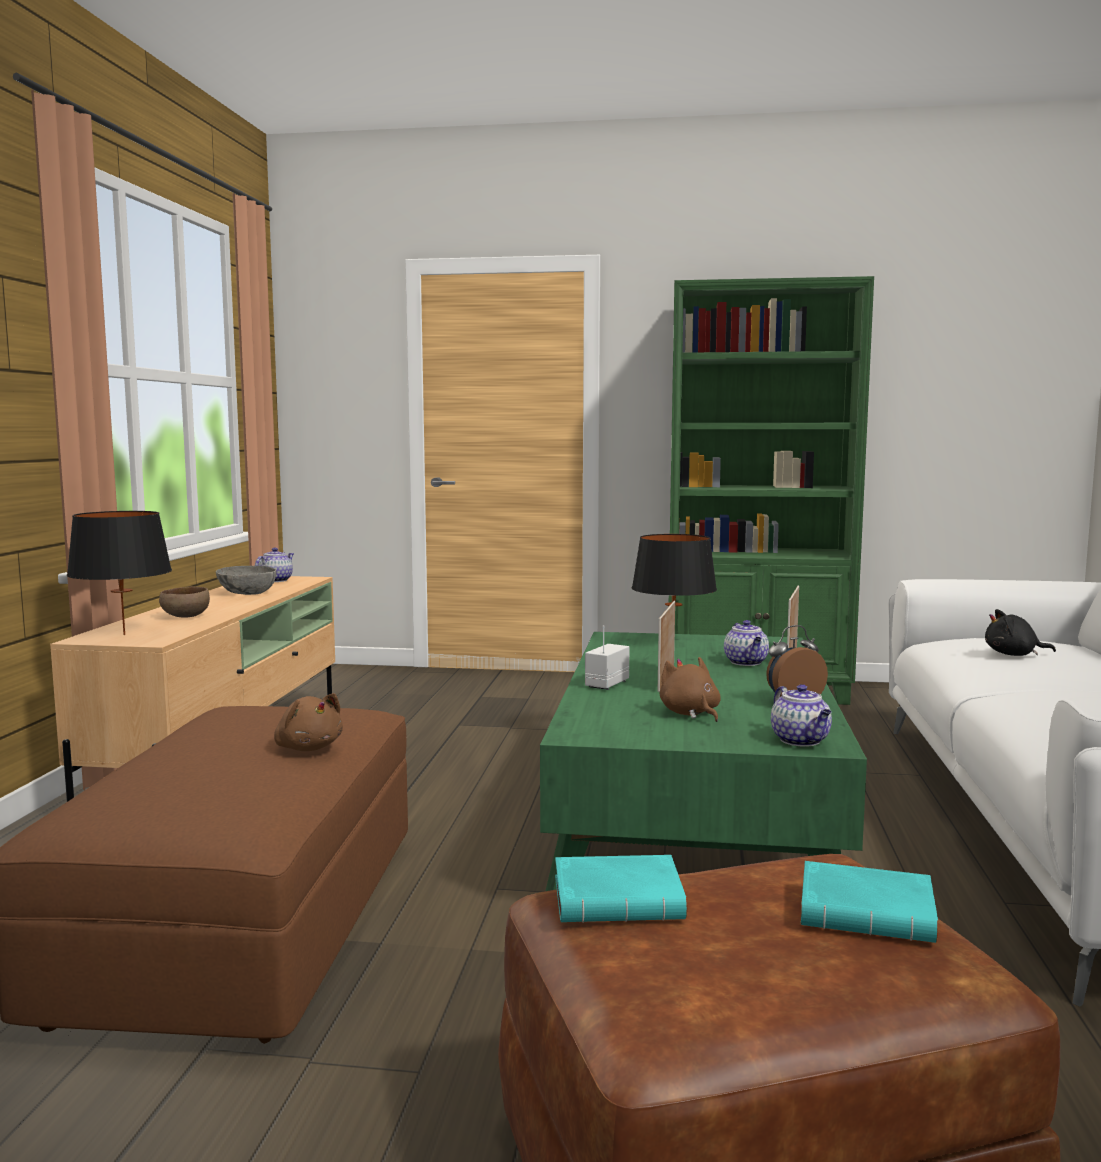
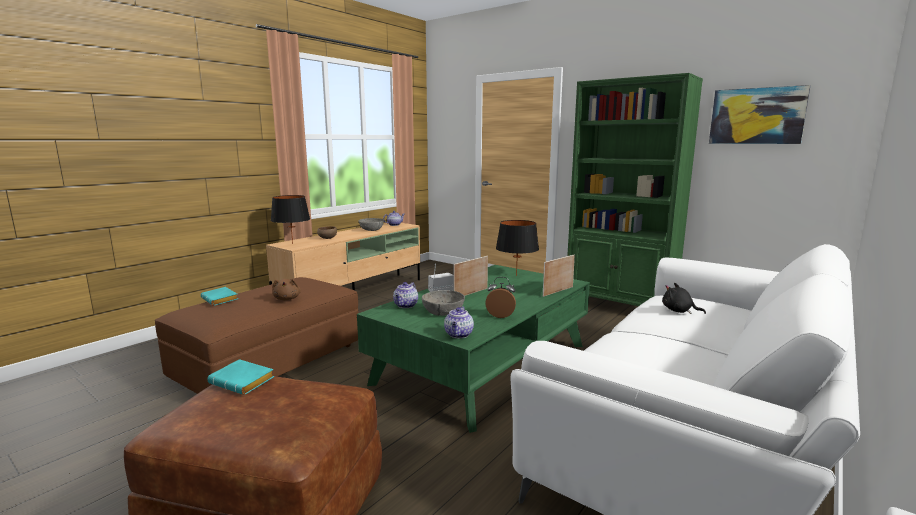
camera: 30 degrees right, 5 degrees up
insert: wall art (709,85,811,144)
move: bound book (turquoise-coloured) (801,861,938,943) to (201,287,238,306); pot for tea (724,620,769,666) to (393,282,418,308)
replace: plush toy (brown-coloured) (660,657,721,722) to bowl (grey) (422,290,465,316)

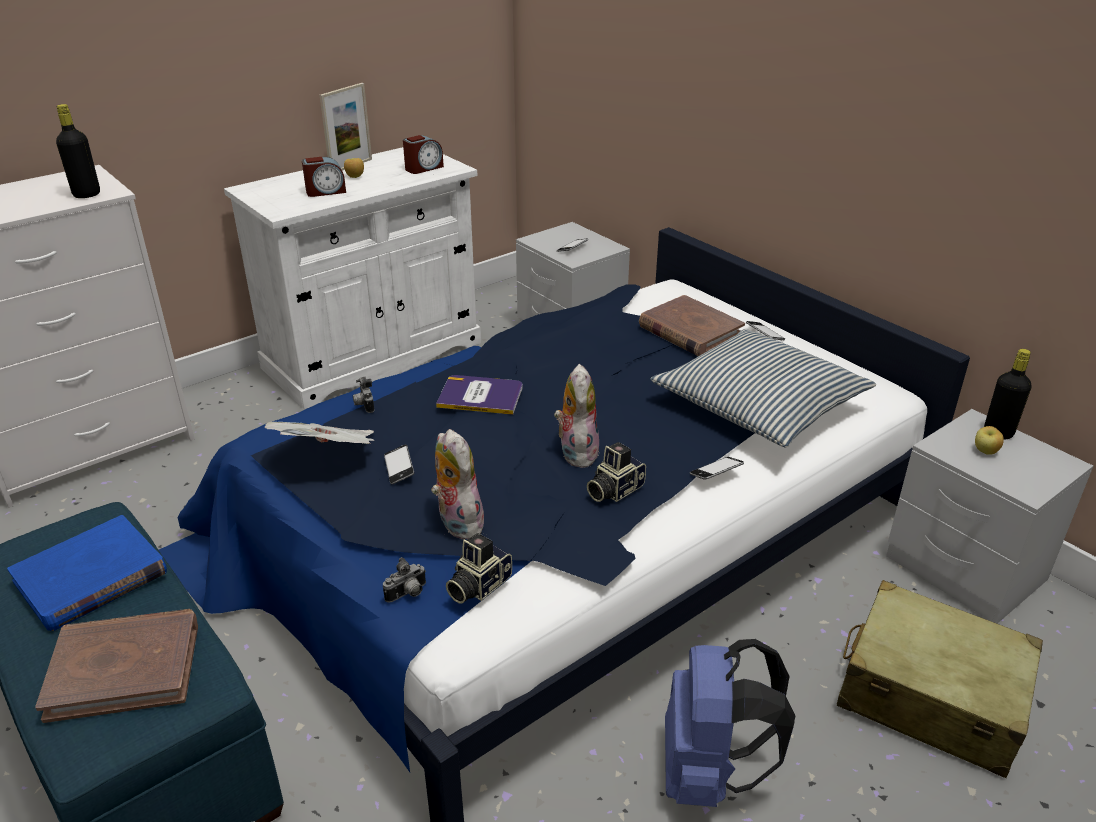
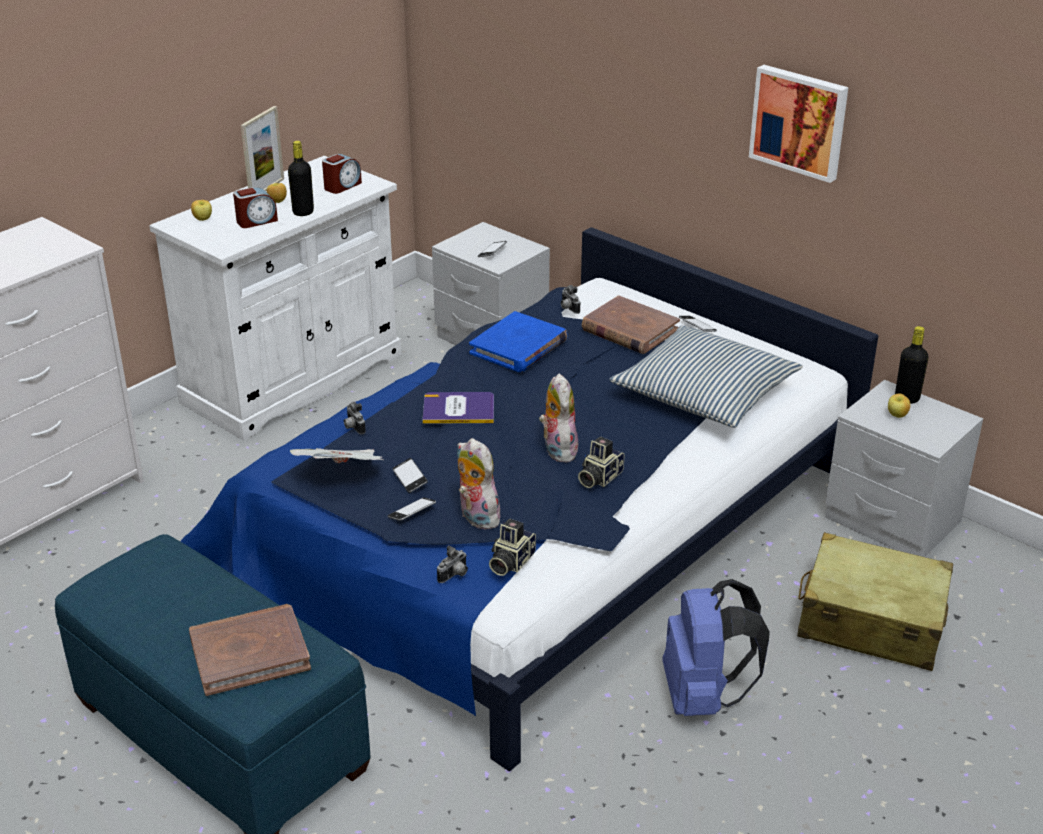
camera: 10 degrees left, 0 degrees up
insert: apple fruit (191,200,212,221); still camera (561,285,580,314); wall art (749,65,848,183)
move: bottle (blackish) (56,104,100,198) to (288,141,314,216); telephone (690,457,744,480) to (388,497,436,521); bound book (bluish) (7,515,167,631) to (469,311,568,372)

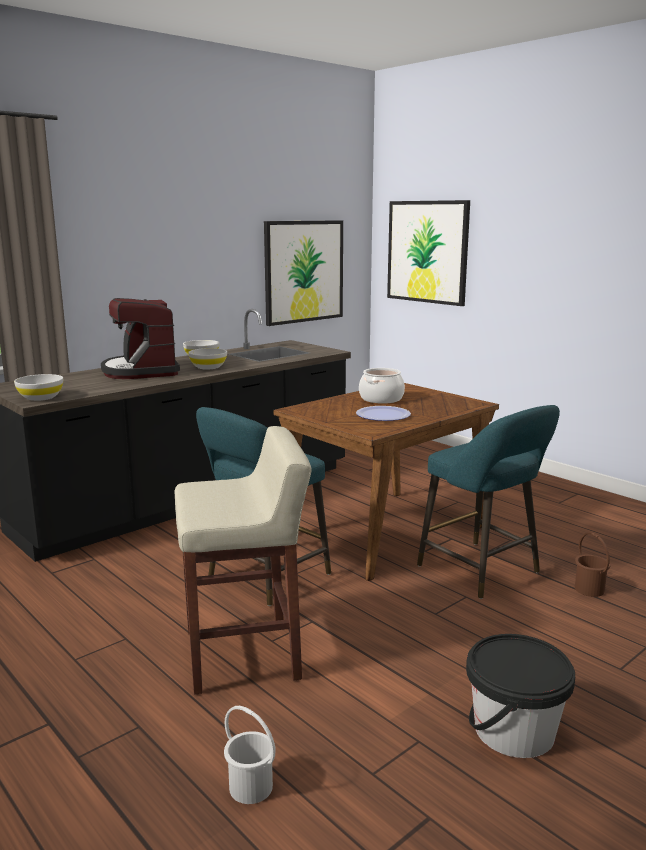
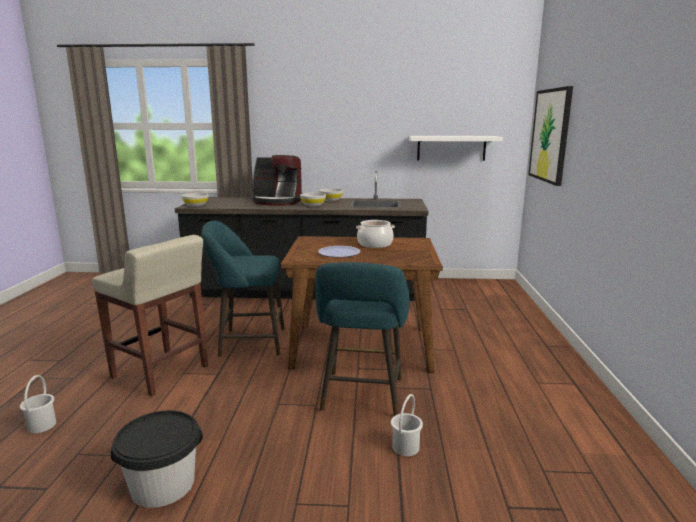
camera: 45 degrees right, 0 degrees up
replace: wall art (264,220,343,326) to bracket shelf (whitish) (409,136,503,161)
recolor: water bucket (brown-coloured) (575,532,610,597) to water bucket (whitish) (391,394,423,456)
rotate: coffee brewer (101,298,180,379) = (252,155,303,206) 105 degrees counterclockwise

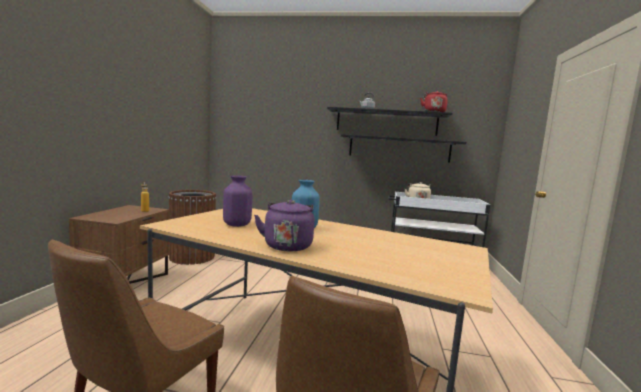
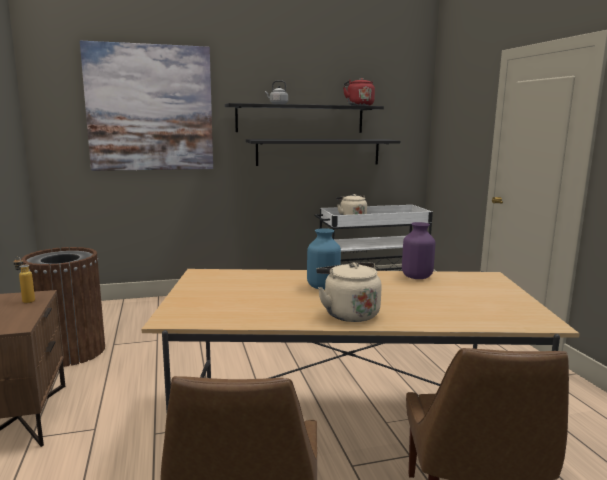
camera: 25 degrees left, 5 degrees up
insert: wall art (80,41,213,171)
move: decorative vase (purplish) (223,176,252,227) to (402,222,435,279)
recolor: tea kettle (purplish) (254,200,314,251) to tea kettle (beige) (316,262,382,322)

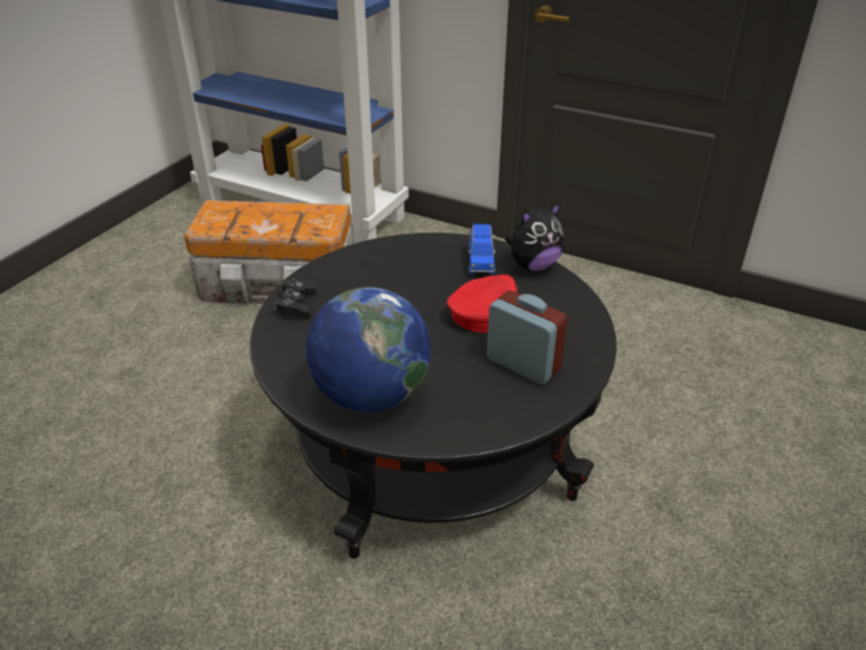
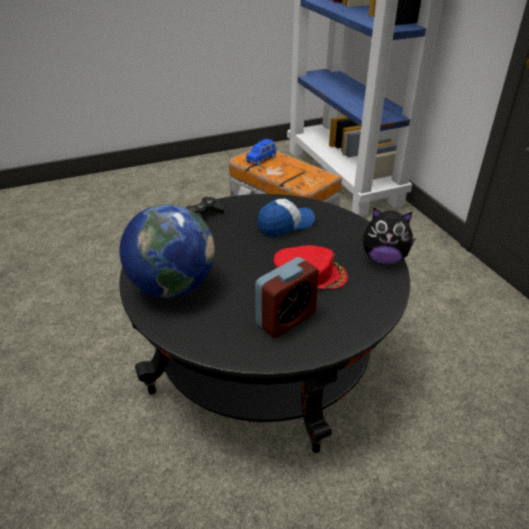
camera: 40 degrees right, 0 degrees up
insert: peaked cap (258,199,315,237)
move: model car (bluish) (469,224,496,275) to (246,138,276,166)
rotate: table clock (487,291,568,385) = (255,257,319,338) 60 degrees clockwise

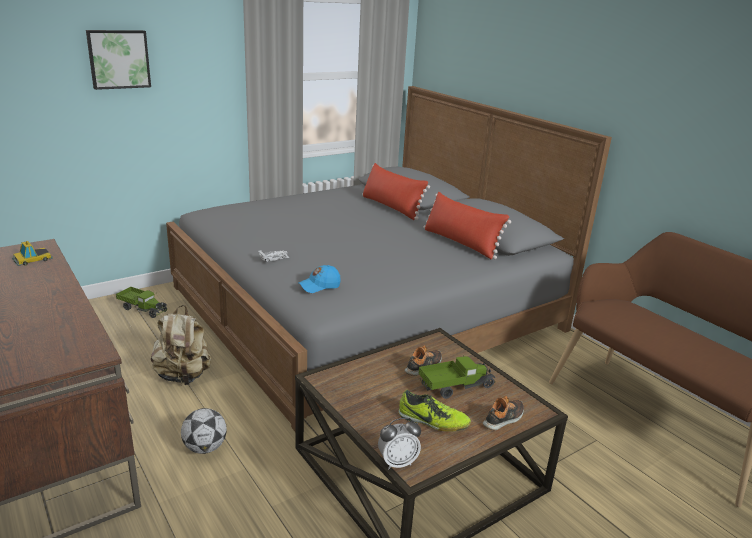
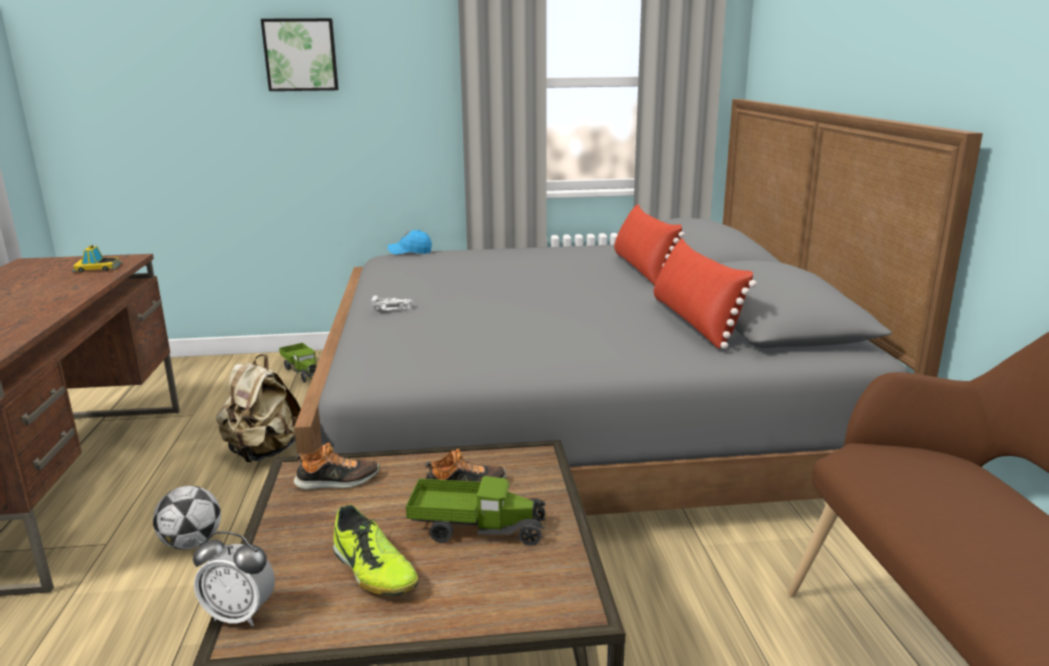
camera: 30 degrees right, 5 degrees down
move: low shoe (482,396,524,430) to (293,443,380,490); peaked cap (bluish) (299,265,341,293) to (388,230,432,255)

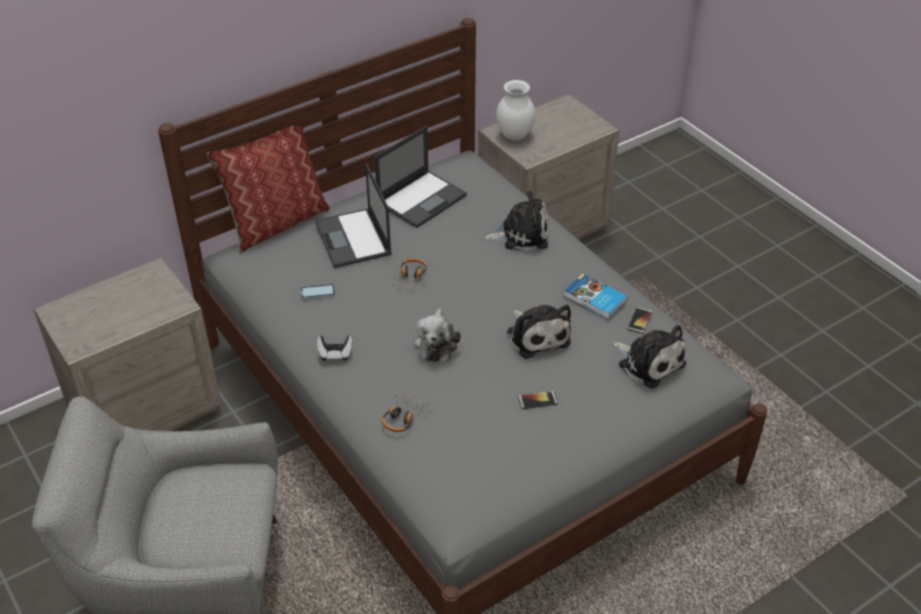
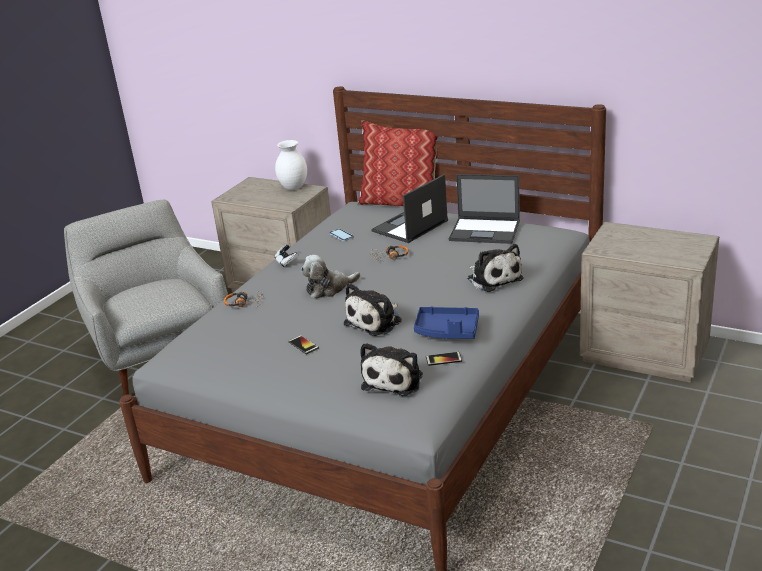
camera: 65 degrees right, 15 degrees down
move: decorative vase (whitish) (496,80,535,141) to (275,140,307,190)
replace: bound book (564,274,628,320) to serving tray (bluish) (414,307,479,339)

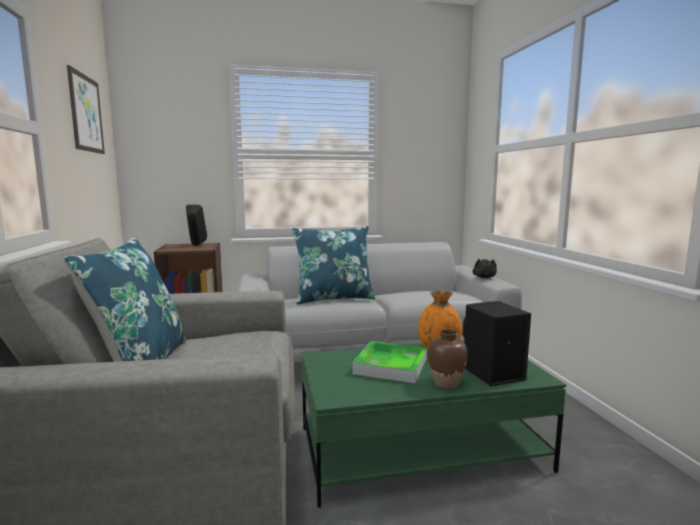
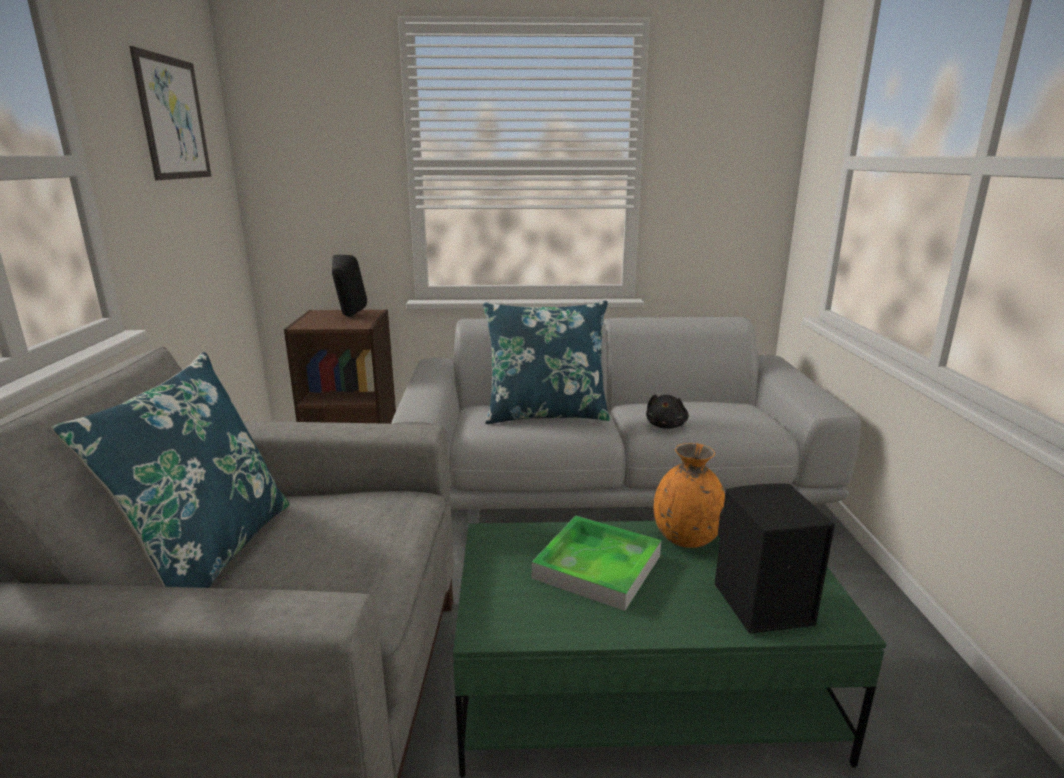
camera: 10 degrees right, 10 degrees up
delete: decorative vase (brown-coloured) (428,329,467,389)
move: plush toy (blackish) (472,259,497,278) to (646,394,689,429)

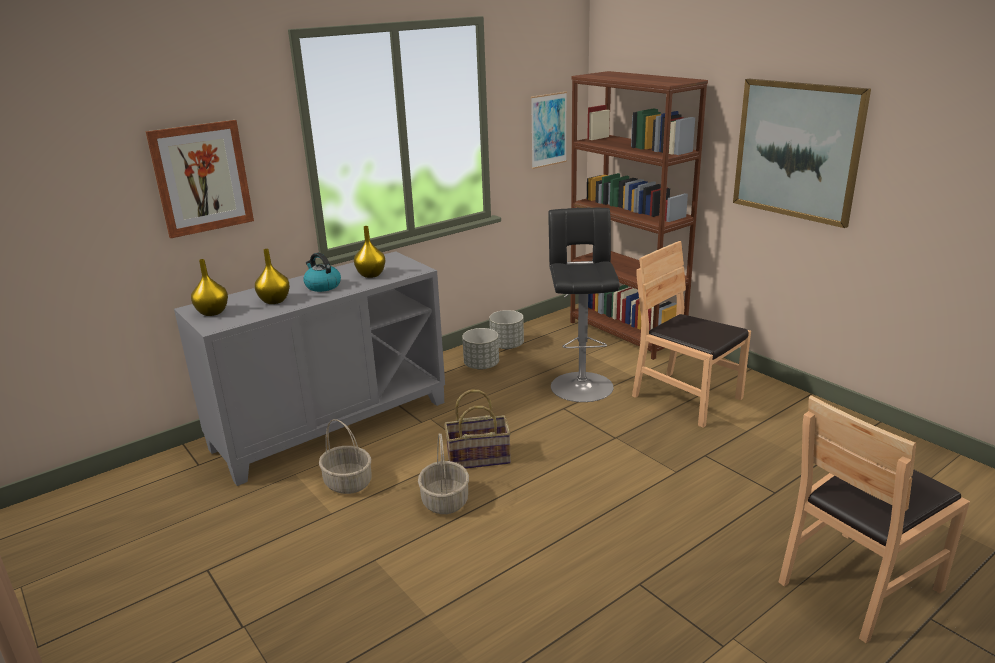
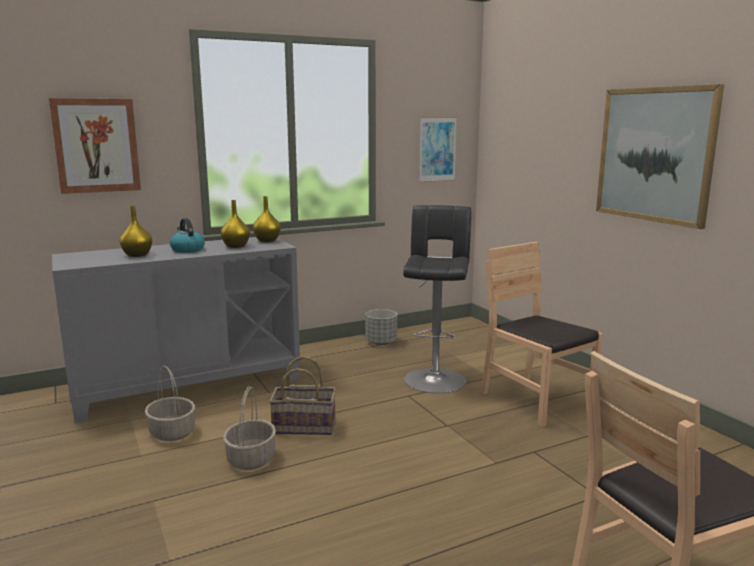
camera: 10 degrees right, 10 degrees down
delete: flower pot (grey) (462,328,499,369); bookshelf (brown-coloured) (570,71,708,360)
move: decorative vase (yellow) (191,259,228,316) to (253,196,281,242)

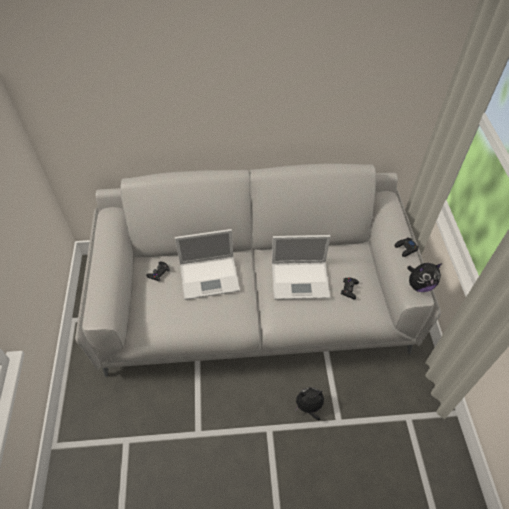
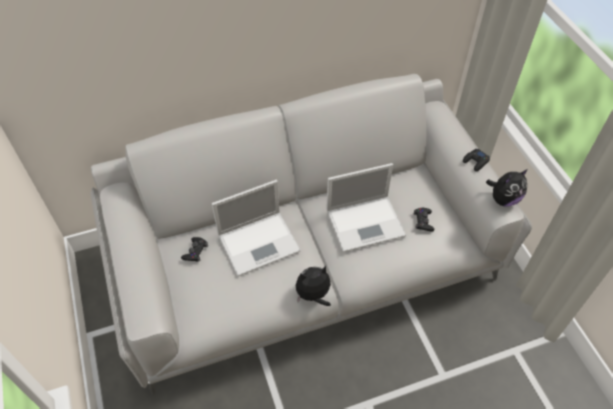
camera: 15 degrees left, 0 degrees up
move: plush toy (295,387,324,421) to (296,266,331,306)

